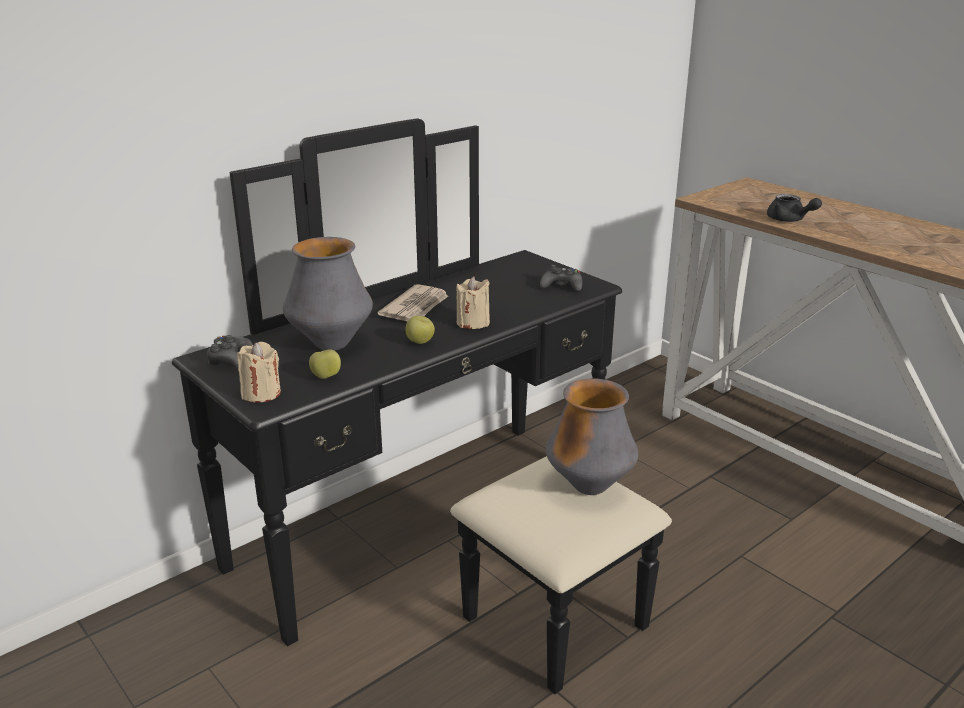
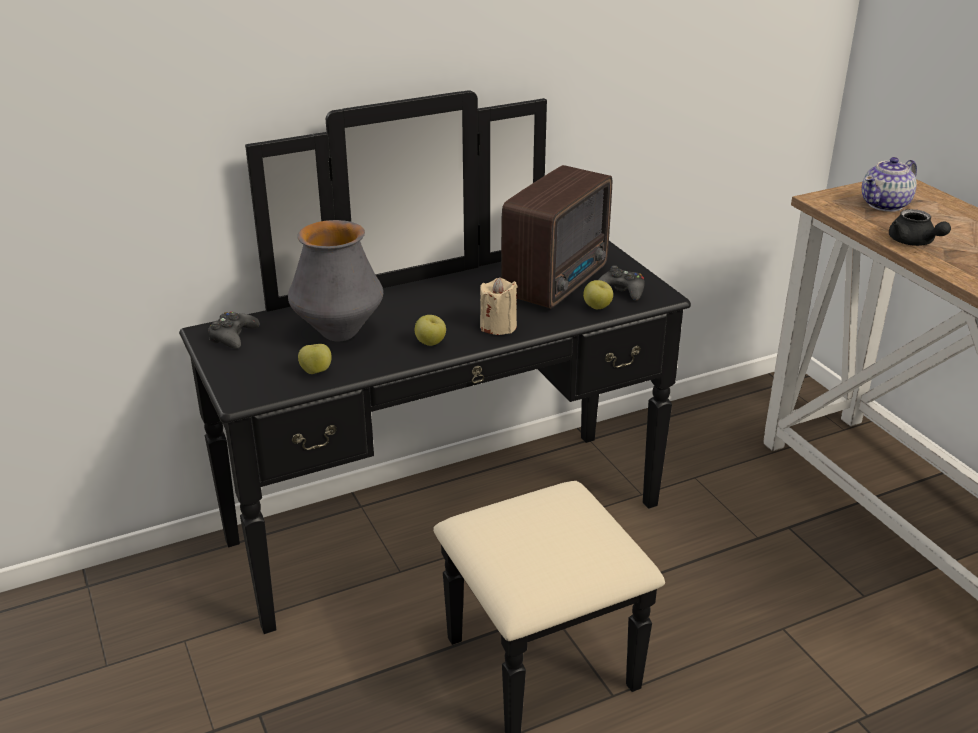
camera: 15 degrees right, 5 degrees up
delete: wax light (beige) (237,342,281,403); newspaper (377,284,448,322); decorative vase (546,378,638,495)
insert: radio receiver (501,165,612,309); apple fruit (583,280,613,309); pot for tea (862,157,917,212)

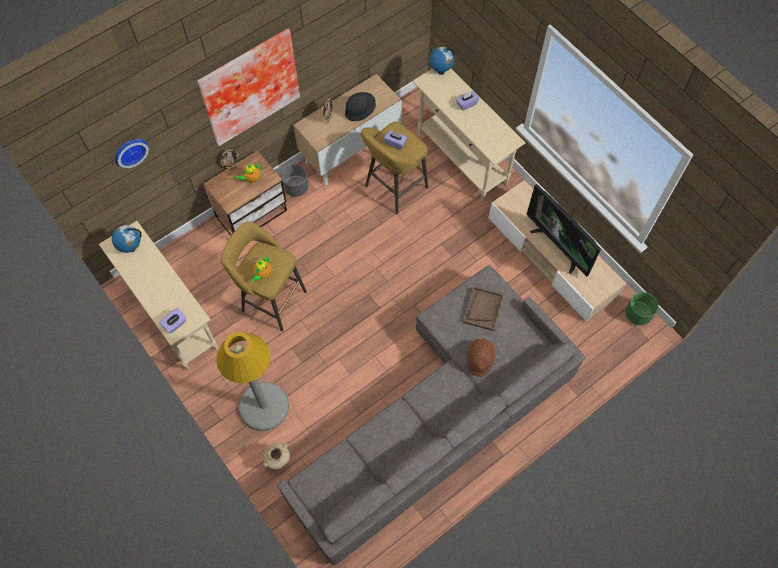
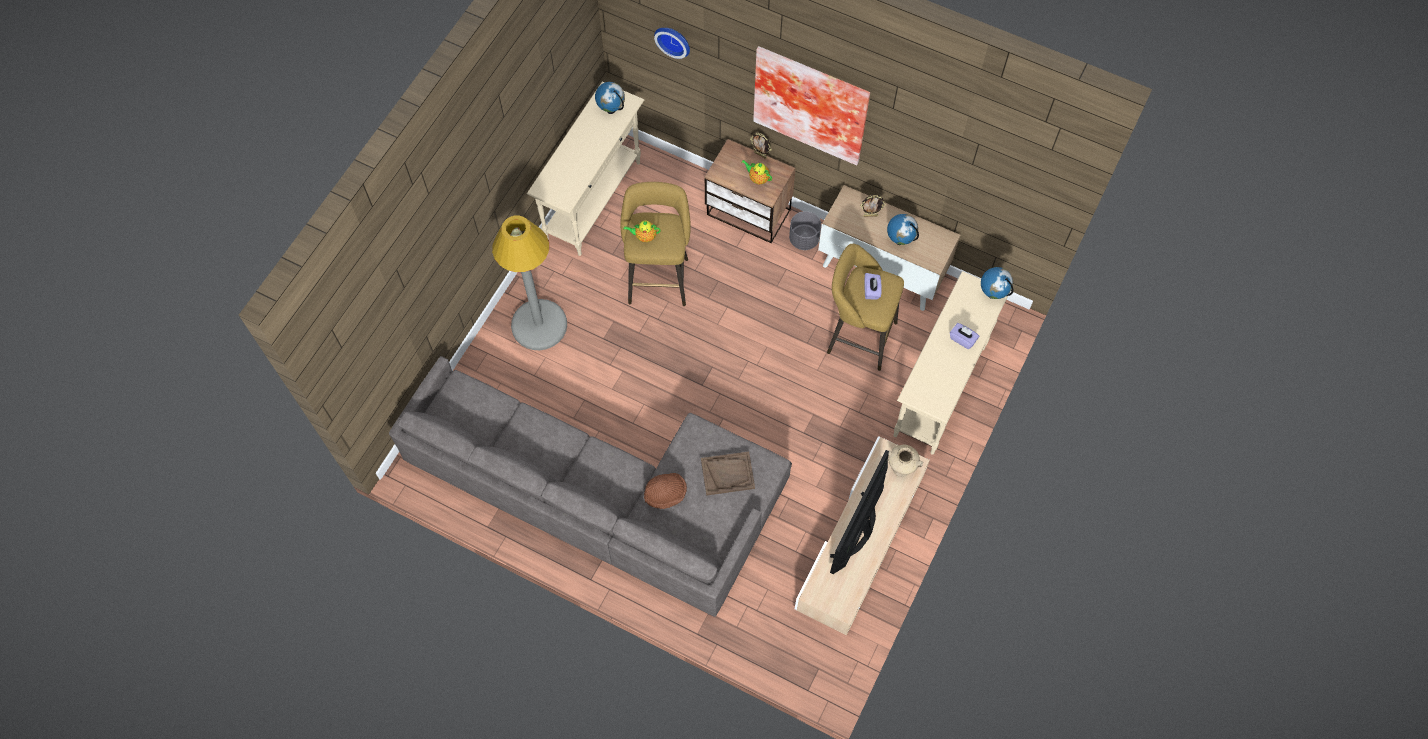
camera: 65 degrees right, 0 degrees up
delete: tissue holder (purplish) (160,308,187,333); flower pot (green-coloured) (625,292,658,326)
move: decorative vase (beige) (263,443,290,470) to (888,445,923,477)
replace: hat (blackish) (345,92,376,121) to desk globe (887,214,919,245)

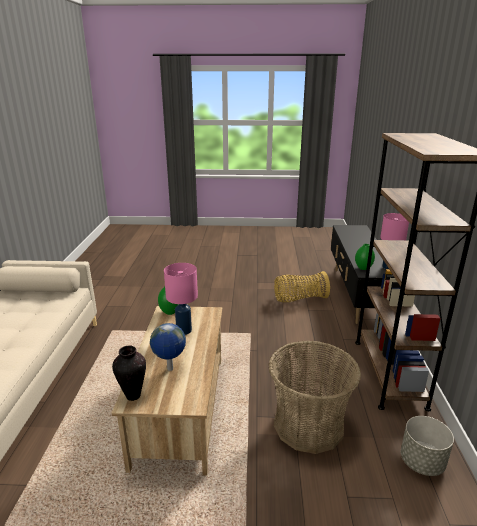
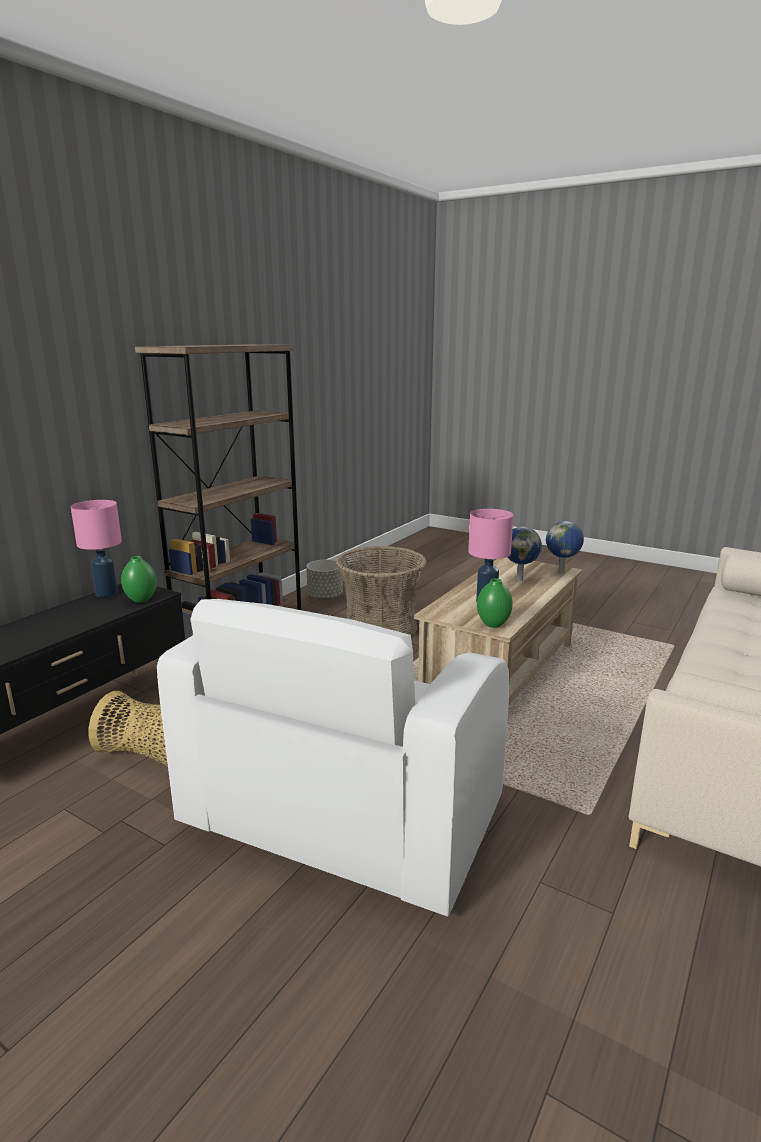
camera: 150 degrees left, 5 degrees down
insert: armchair (whitish) (157,599,509,916)
replace: decorative vase (112,345,146,401) to desk globe (546,521,584,574)

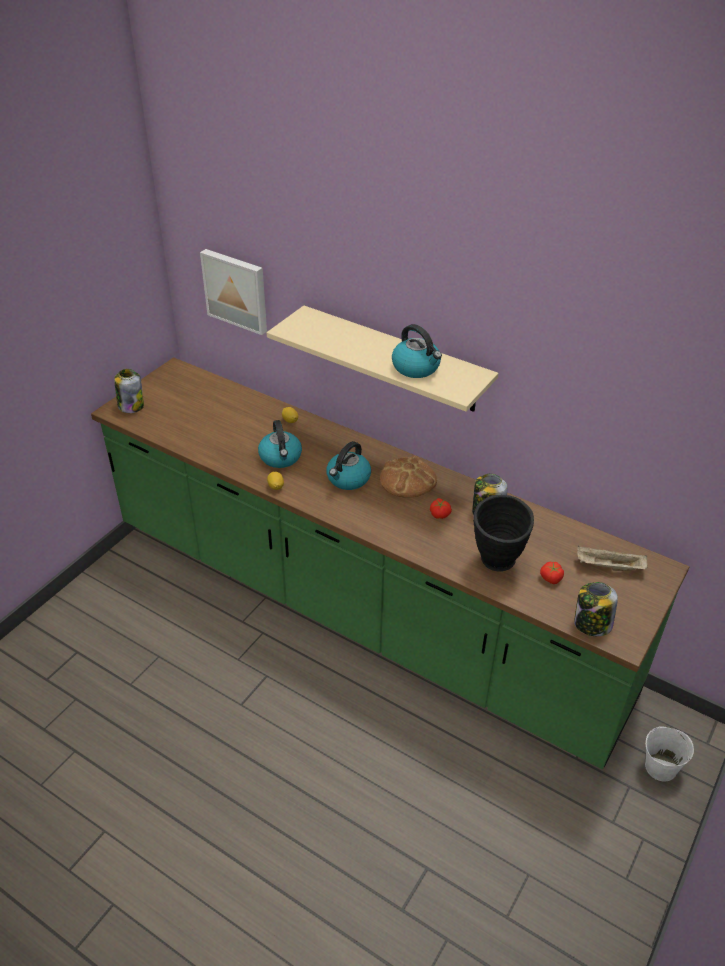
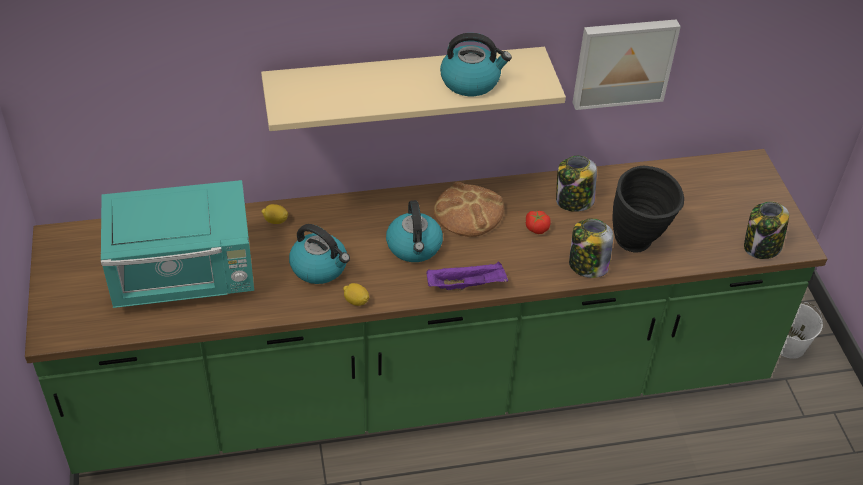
camera: 45 degrees left, 5 degrees up
delete: fresh tomato (540,562,564,584); serving tray (beige) (577,546,648,571)
insert: microwave oven (turquoise-coloured) (101,180,254,308); serving tray (purplish) (427,262,508,291)
move: jar (114,369,144,413) to (569,218,613,278); wall art (200,249,267,335) to (572,19,681,110)

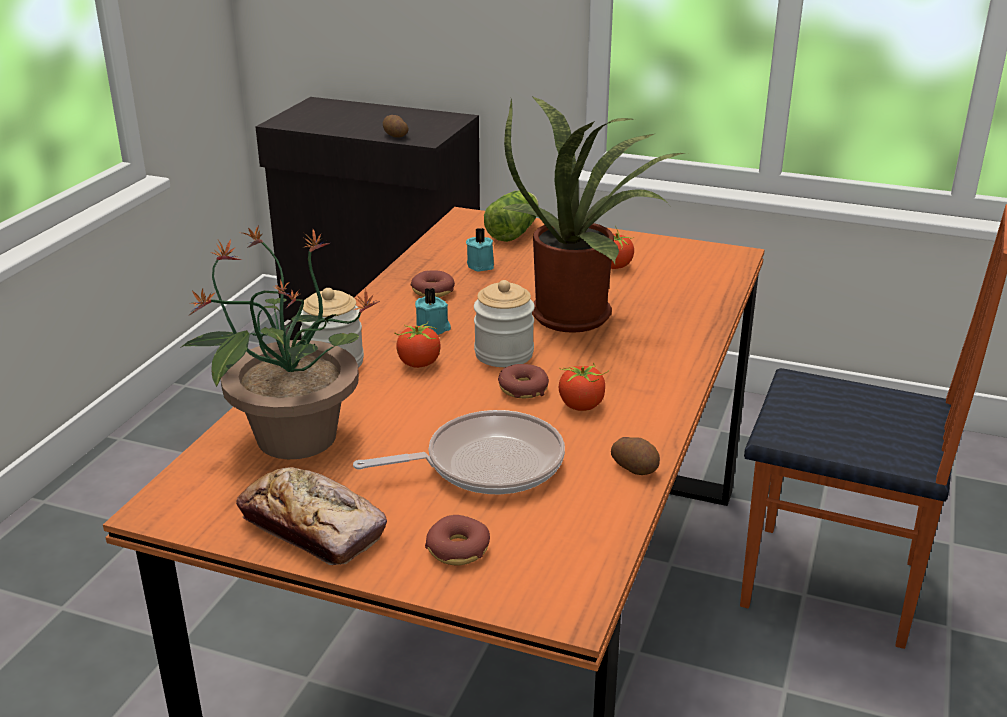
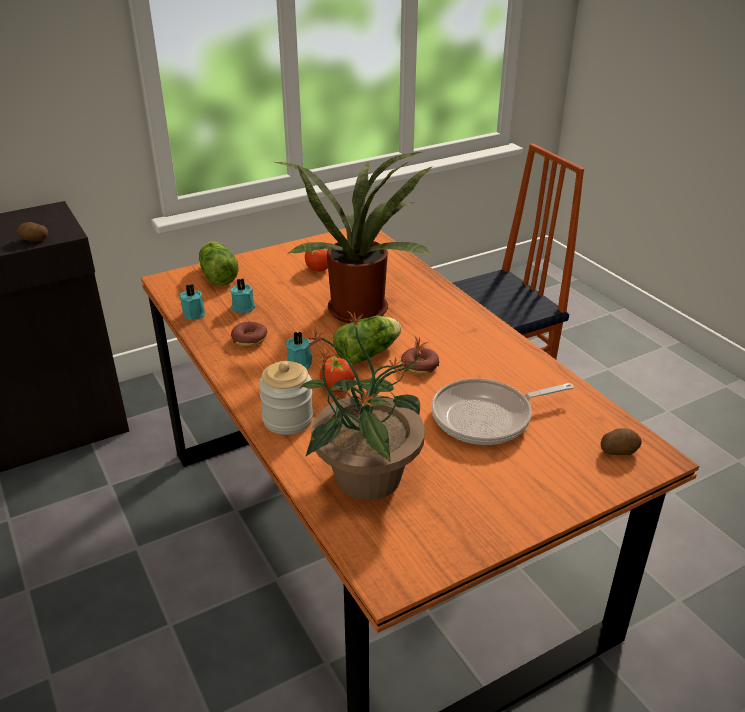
camera: 50 degrees left, 5 degrees up
delete: bakery bread (236,467,387,565); doughnut (425,515,490,566); fresh tomato (559,363,609,411)
insert: wax light (turquoise-coloured) (179,284,205,320)
move: spud (611,437,660,475) to (601,428,642,455)
replace: jar (474,280,535,367) to lettuce (333,316,401,364)
rotate: skillet (353,410,565,494) = (431,378,574,445) 135 degrees counterclockwise

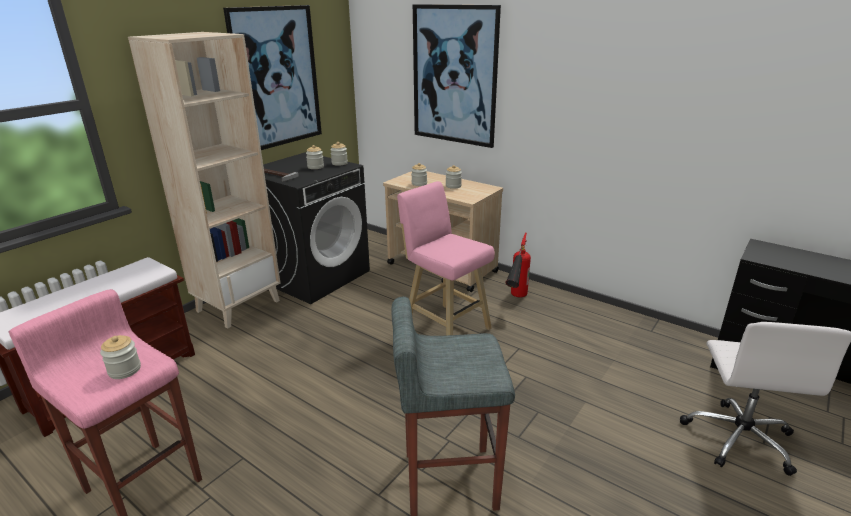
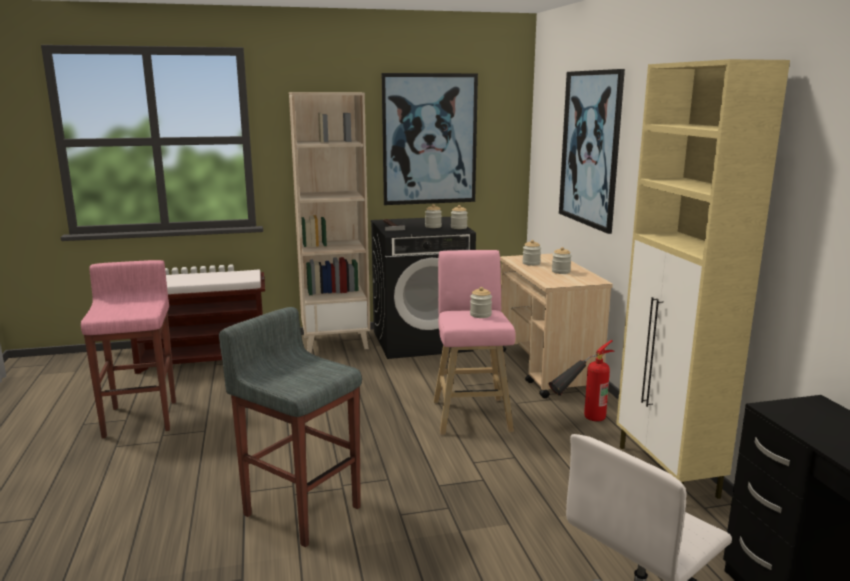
camera: 40 degrees right, 10 degrees down
insert: cabinet (beige) (616,59,790,499)
move: jar (100,335,141,379) to (470,287,492,318)

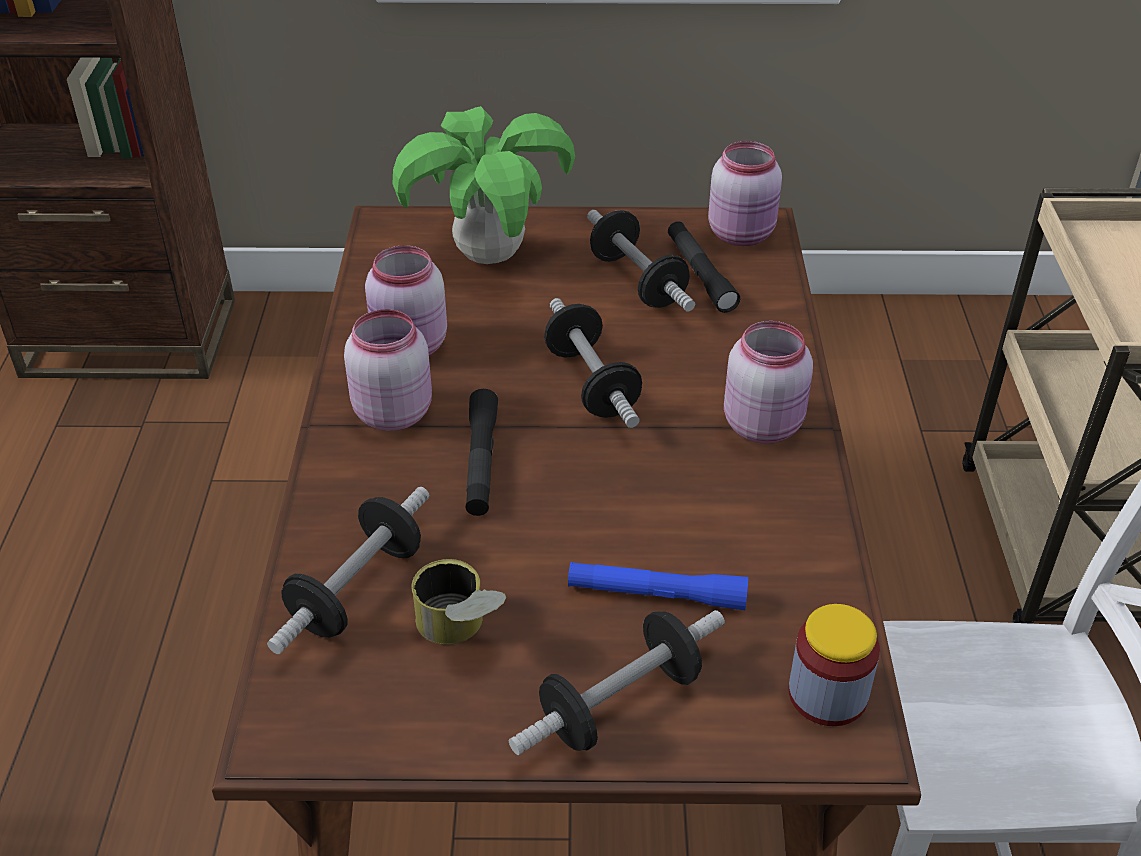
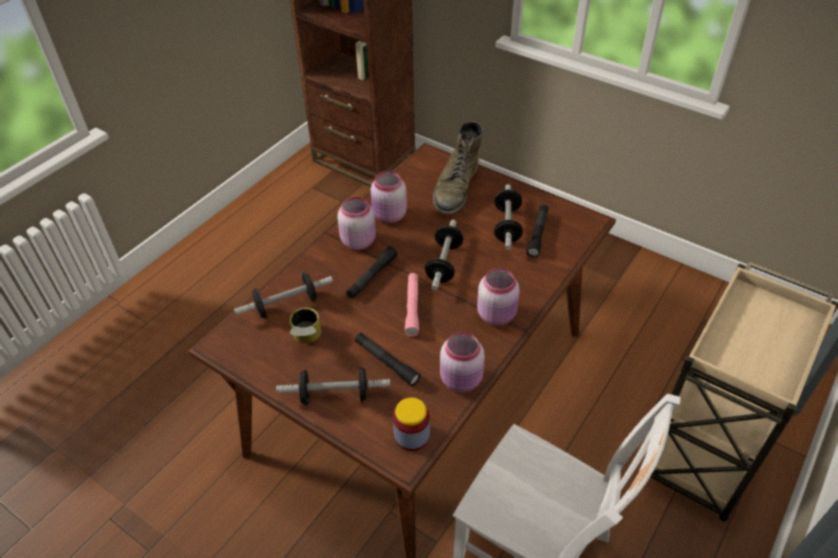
camera: 35 degrees right, 5 degrees up
insert: hand torch (pink) (405,273,419,337)
move: jar (pink) (708,141,782,246) to (440,332,485,393)
replace: houseplant (392,106,575,264) to tall boot (green-coloured) (433,121,483,215)
recolor: hand torch (bluish) (568,562,748,610) to hand torch (blackish) (355,333,421,386)

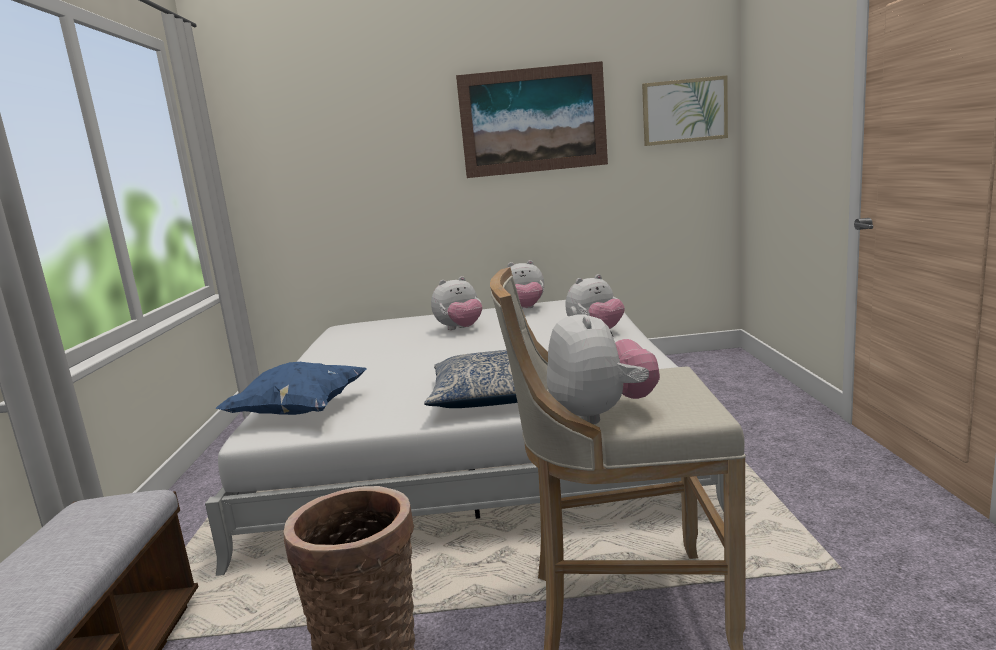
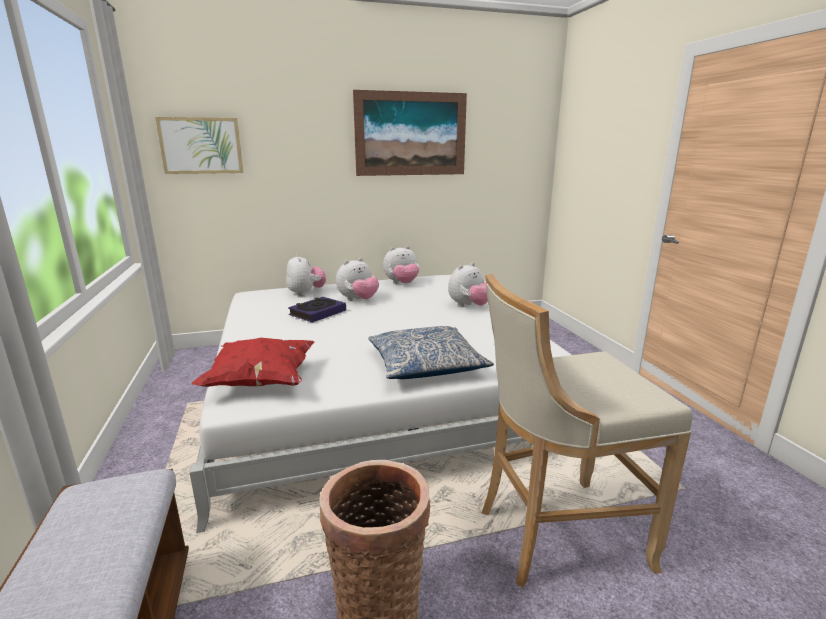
camera: 15 degrees left, 5 degrees up
insert: bound book (288,297,346,323)
move: wall art (642,75,728,146) to (155,117,243,174); plush toy (547,306,660,425) to (286,254,326,296)
recolor: pillow (bluish) (216,362,366,415) to pillow (red) (191,338,314,387)

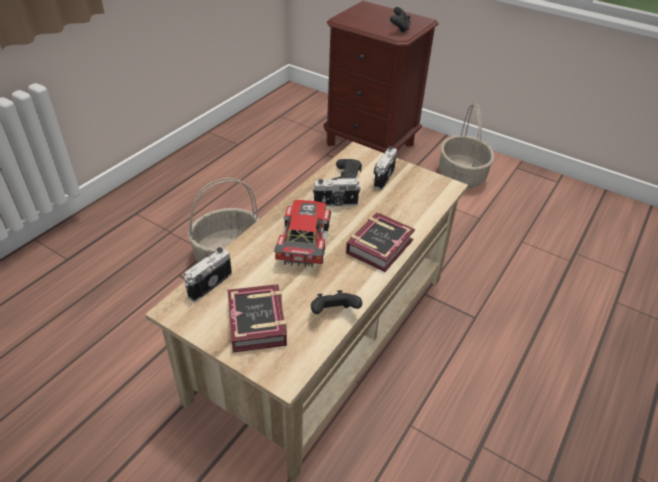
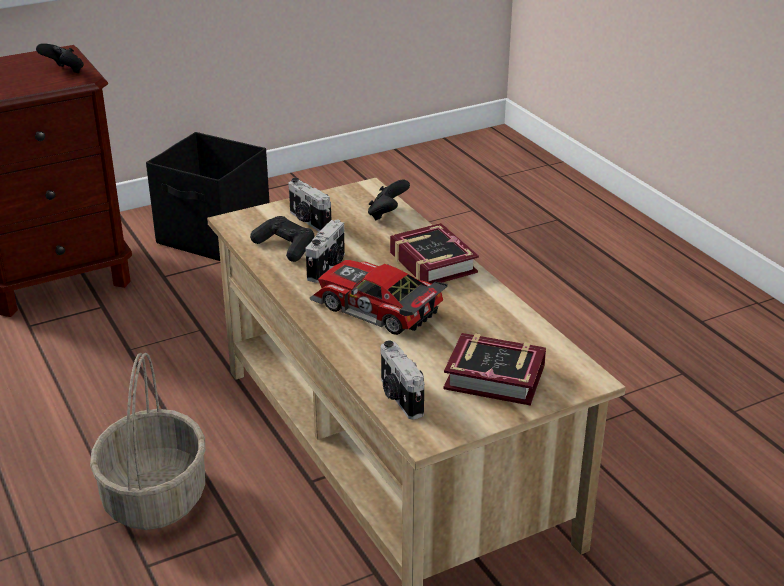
camera: 60 degrees left, 10 degrees down
move: joypad (blackish) (311,290,362,314) to (368,180,410,221)
replace: basket (439,103,494,188) to storage container (blackish) (146,132,270,261)

